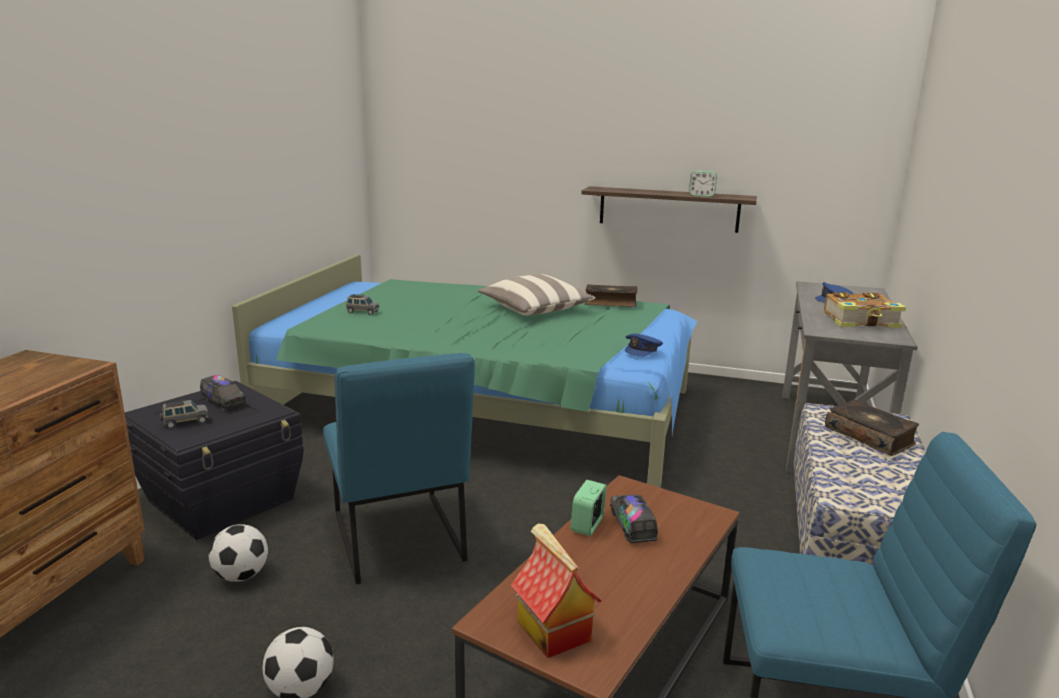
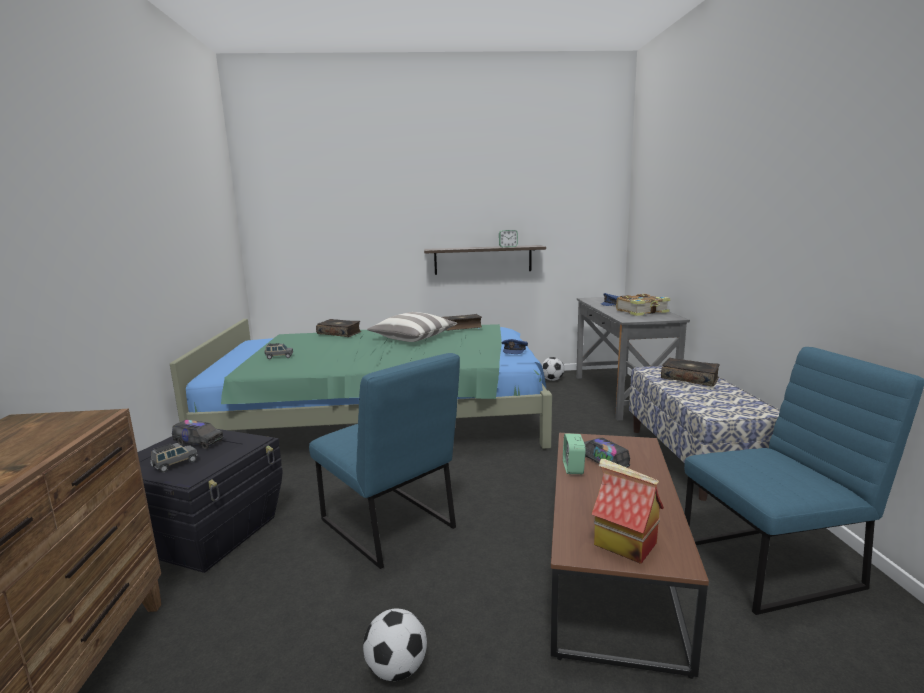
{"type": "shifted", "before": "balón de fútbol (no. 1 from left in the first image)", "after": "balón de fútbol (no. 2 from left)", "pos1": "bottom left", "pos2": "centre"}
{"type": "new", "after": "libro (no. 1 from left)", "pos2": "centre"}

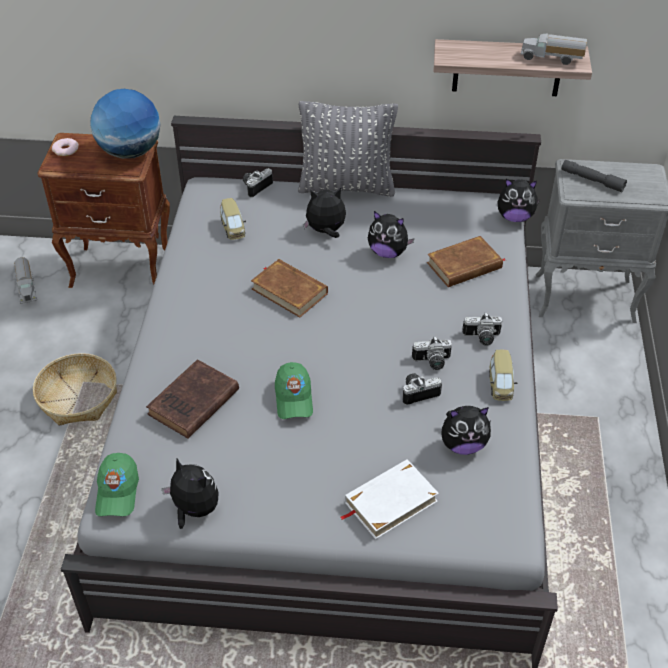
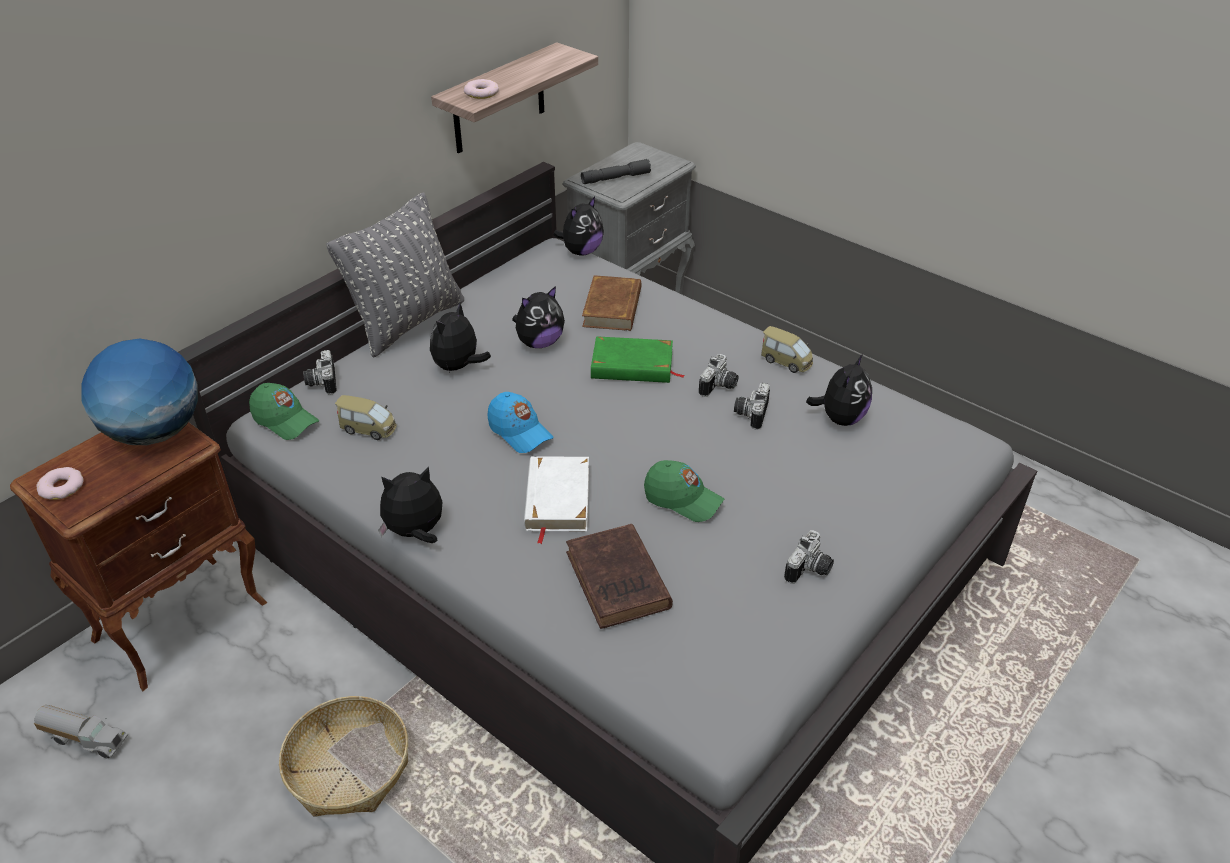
{"type": "shifted", "before": "gorra [verde] (no. 1 from left)", "pos1": "bottom left", "pos2": "middle left"}
{"type": "shifted", "before": "peluche (no. 1 from left)", "pos1": "bottom left", "pos2": "centre"}
{"type": "swapped", "before": "libro [marrón] (no. 2 from left)", "after": "gorra [azul]", "pos1": "centre", "pos2": "centre"}
{"type": "shifted", "before": "libro [blanco]", "pos1": "bottom centre", "pos2": "centre"}
{"type": "shifted", "before": "cámara (no. 4 from left)", "pos1": "middle right", "pos2": "centre"}
{"type": "gone", "before": "camión de juguete (no. 2 from left)", "pos1": "top right"}
{"type": "new", "after": "rosquilla (no. 2 from left)", "pos2": "top centre"}
{"type": "new", "after": "libro [verde]", "pos2": "centre"}

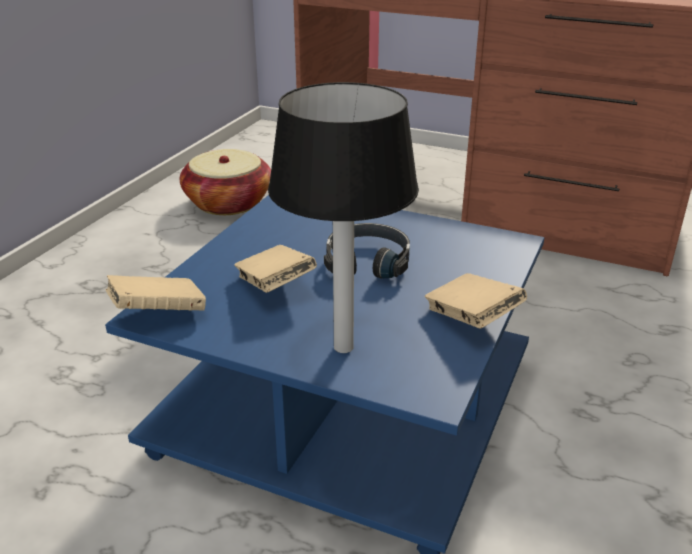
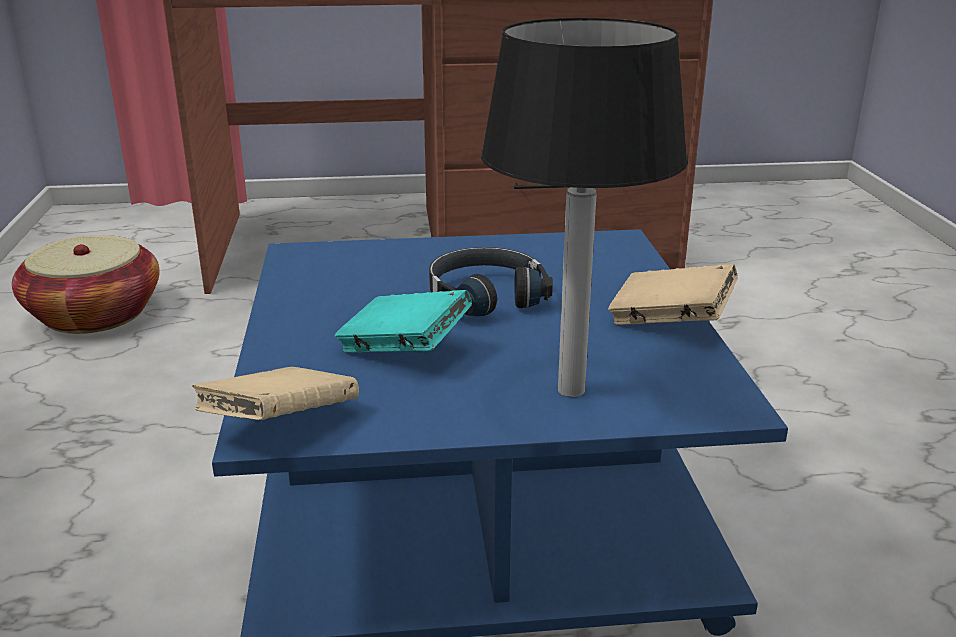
{"type": "repainted", "before": "libro [beis] (no. 2 from left)", "after": "libro [turquesa]", "pos1": "centre", "pos2": "centre"}

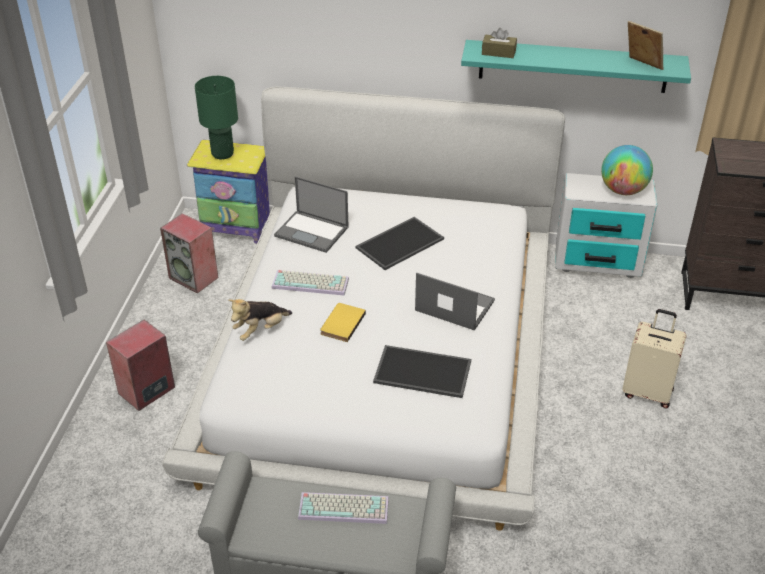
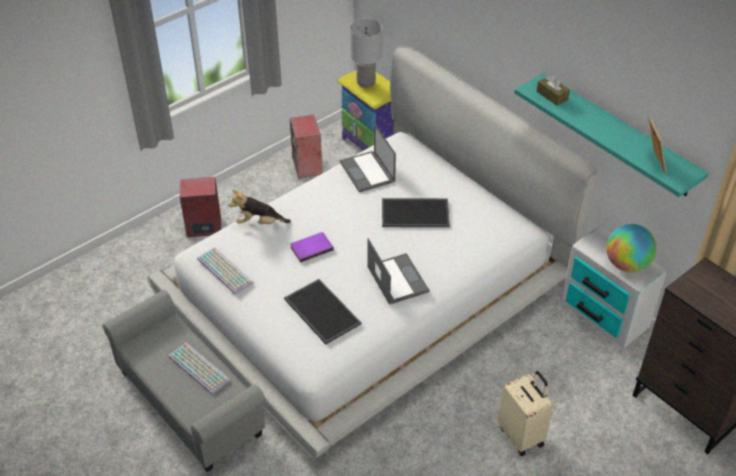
{"type": "repainted", "before": "lámpara de mesa [verde]", "after": "lámpara de mesa [gris]", "pos1": "top left", "pos2": "top centre"}
{"type": "shifted", "before": "teclado (no. 1 from left in the first image)", "after": "teclado (no. 2 from left)", "pos1": "centre", "pos2": "middle left"}
{"type": "repainted", "before": "libro [amarillo]", "after": "libro [morado]", "pos1": "centre", "pos2": "centre"}

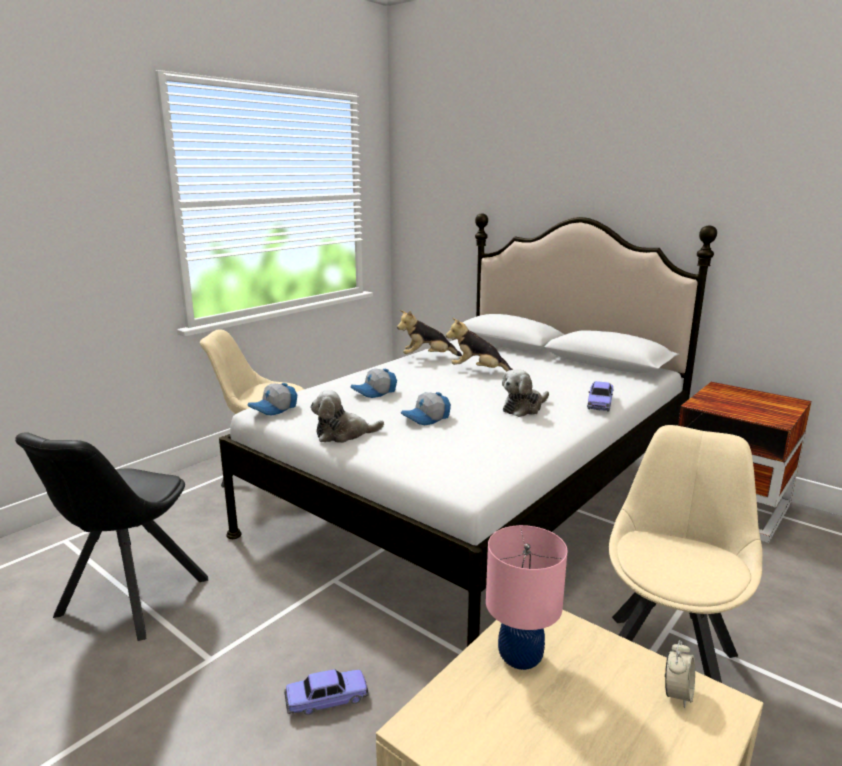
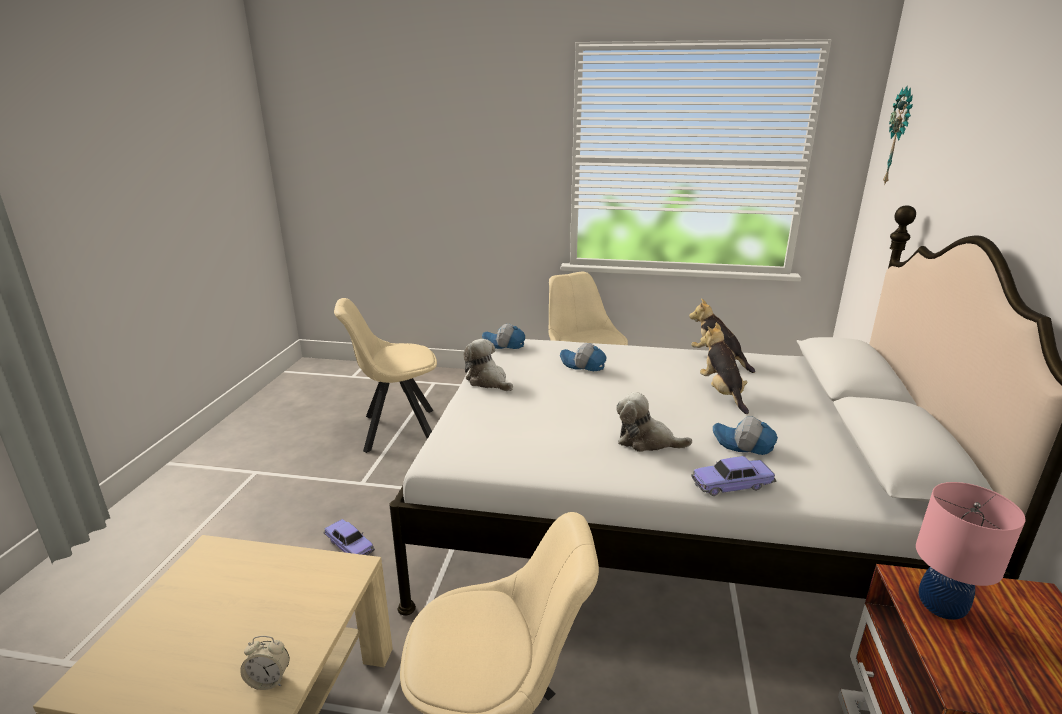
{"type": "repainted", "before": "silla [negro]", "after": "silla [beis] (no. 1 from left)", "pos1": "bottom left", "pos2": "centre"}
{"type": "shifted", "before": "gorra (no. 3 from left)", "pos1": "centre", "pos2": "middle right"}
{"type": "shifted", "before": "lámpara de mesa [rosa]", "pos1": "bottom centre", "pos2": "bottom right"}
{"type": "new", "after": "reloj de pared", "pos2": "top right"}

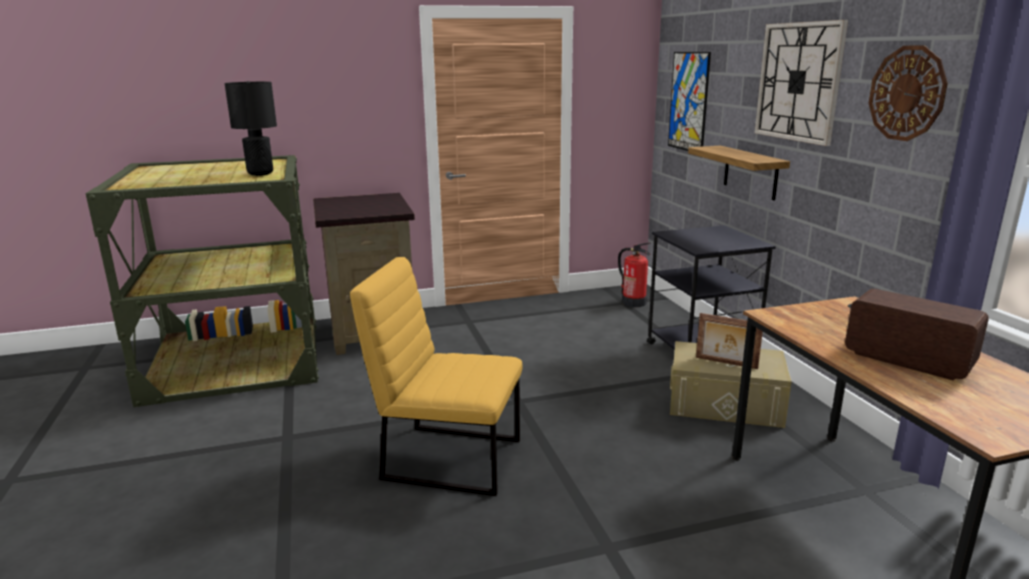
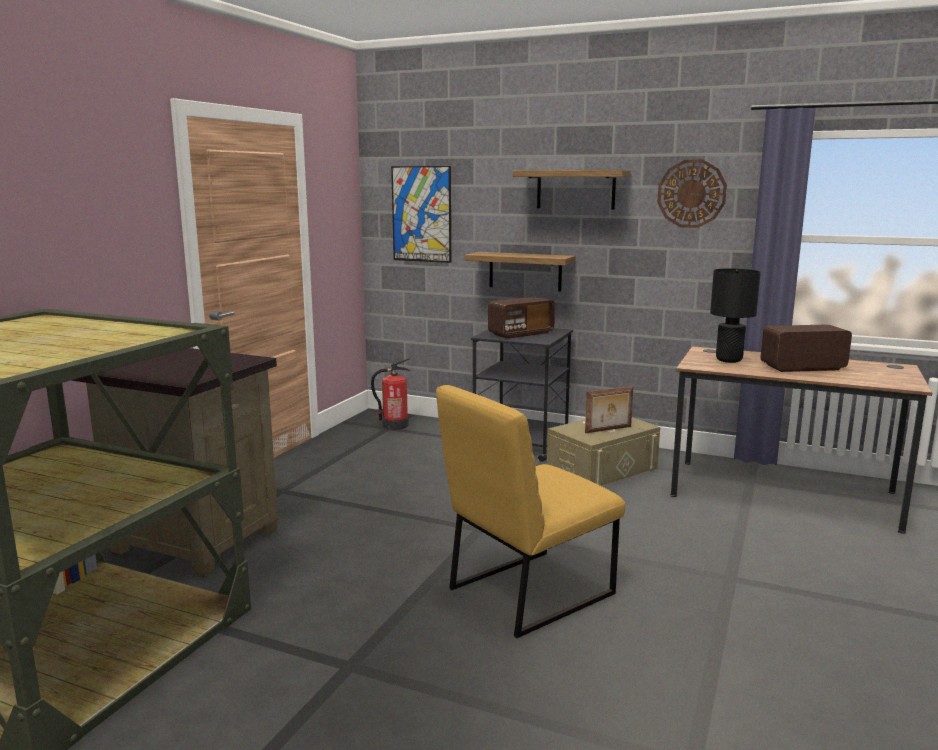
{"type": "shifted", "before": "lámpara de mesa [negro]", "pos1": "top left", "pos2": "middle right"}
{"type": "swapped", "before": "reloj de pared (no. 1 from left)", "after": "estante (no. 2 from left)", "pos1": "top right", "pos2": "top centre"}
{"type": "new", "after": "radio (no. 1 from left)", "pos2": "centre"}

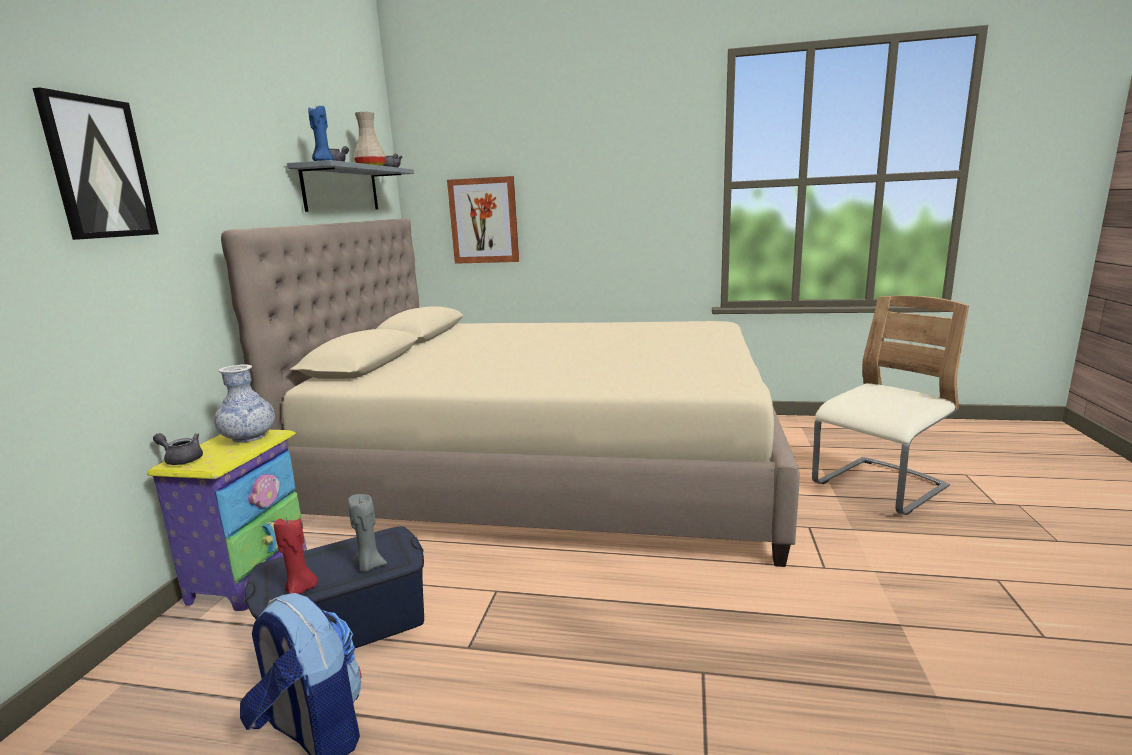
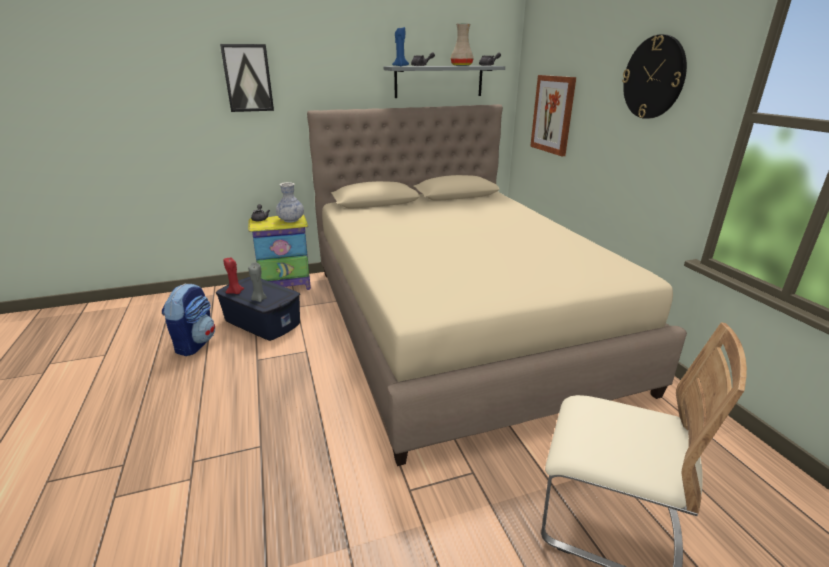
{"type": "new", "after": "reloj de pared", "pos2": "top right"}

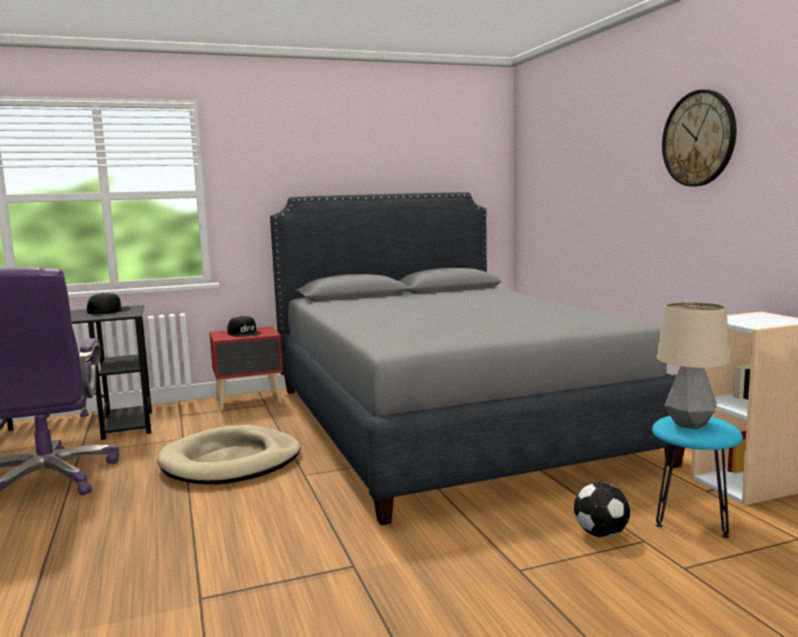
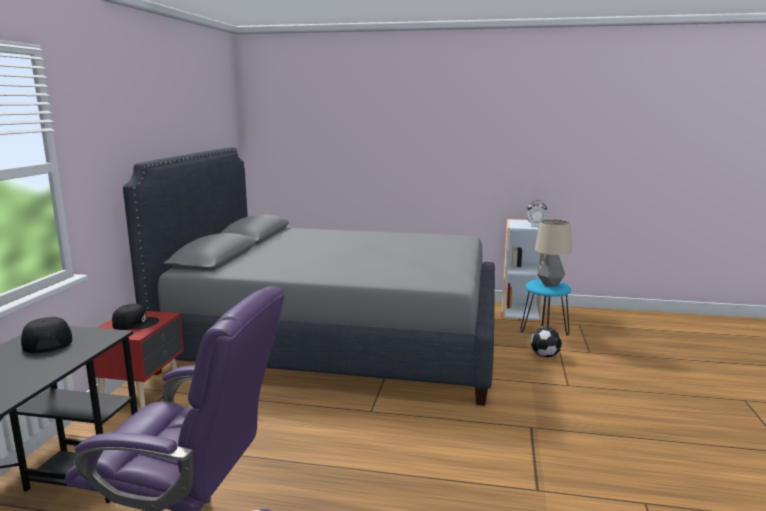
{"type": "gone", "before": "cama para perro [beis]", "pos1": "bottom left"}
{"type": "gone", "before": "reloj de pared", "pos1": "top right"}
{"type": "new", "after": "despertador", "pos2": "middle right"}

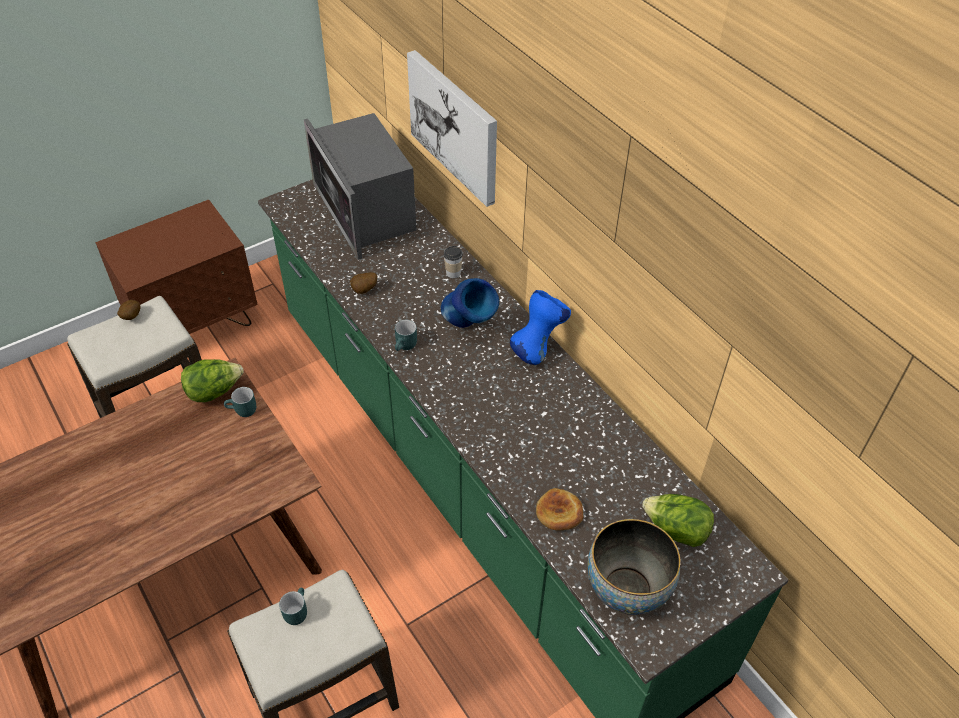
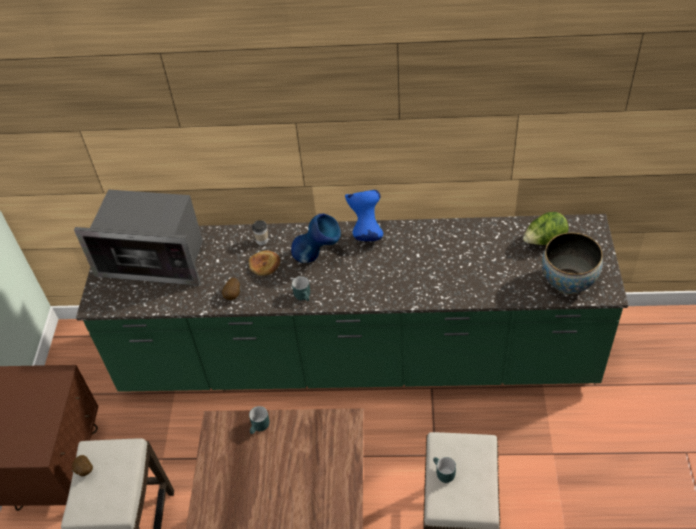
{"type": "gone", "before": "lechuga (no. 1 from left)", "pos1": "middle left"}
{"type": "gone", "before": "cuadro", "pos1": "top centre"}
{"type": "shifted", "before": "pan", "pos1": "bottom centre", "pos2": "centre"}

